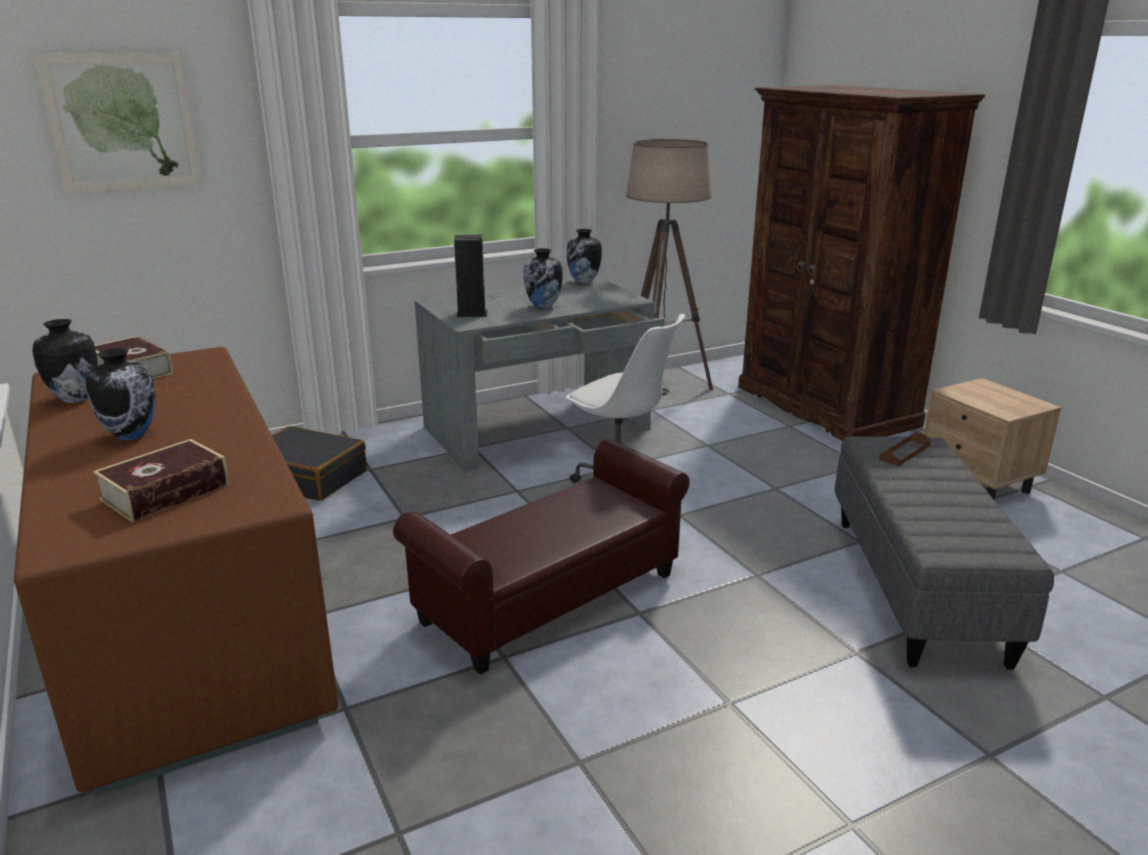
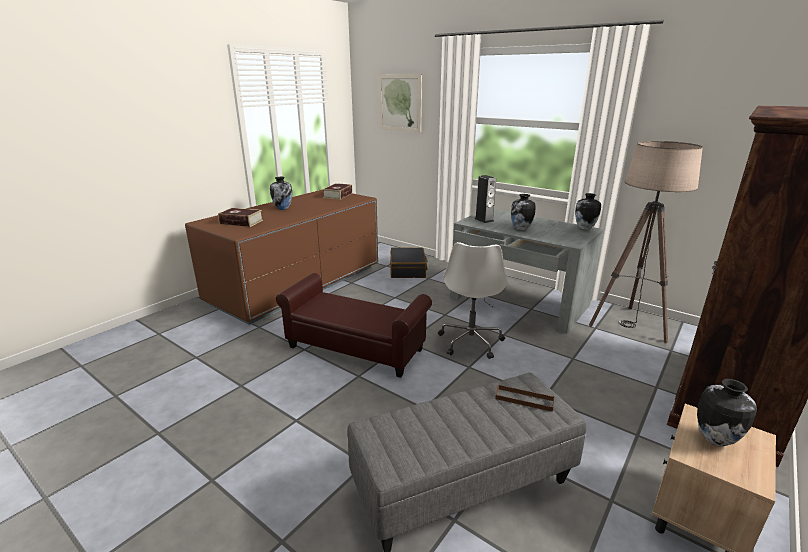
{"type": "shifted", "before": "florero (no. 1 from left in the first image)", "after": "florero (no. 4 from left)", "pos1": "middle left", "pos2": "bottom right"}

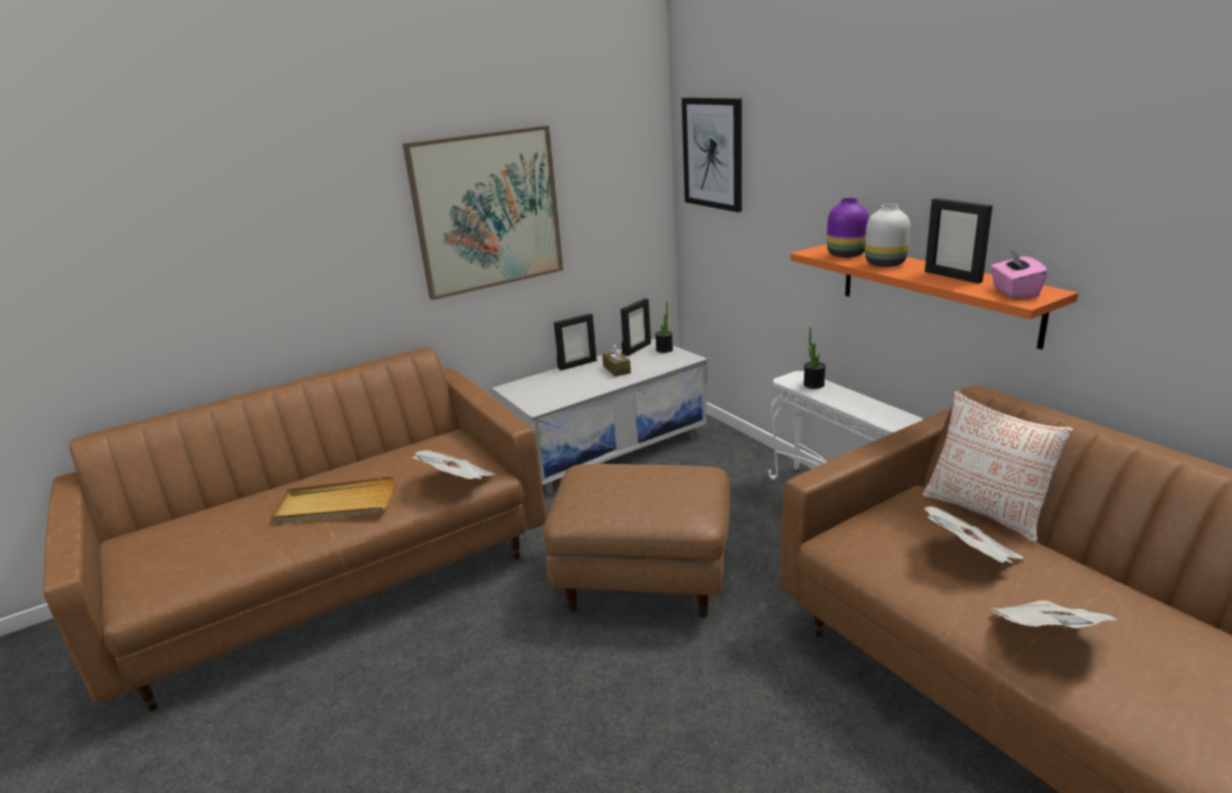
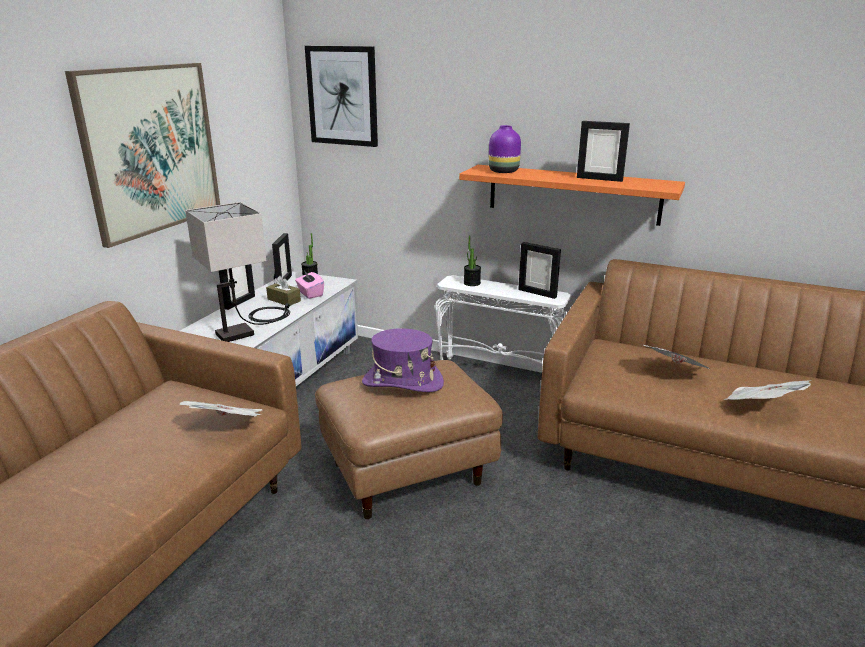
{"type": "gone", "before": "bandeja [beis]", "pos1": "middle left"}
{"type": "gone", "before": "florero [blanco]", "pos1": "top right"}
{"type": "gone", "before": "cojín [blanco]", "pos1": "middle right"}
{"type": "shifted", "before": "caja de pañuelos [rosa]", "pos1": "middle right", "pos2": "centre"}
{"type": "new", "after": "lámpara de mesa", "pos2": "middle left"}
{"type": "new", "after": "sombrero [morado]", "pos2": "centre"}
{"type": "new", "after": "portarretratos (no. 3 from left)", "pos2": "centre"}

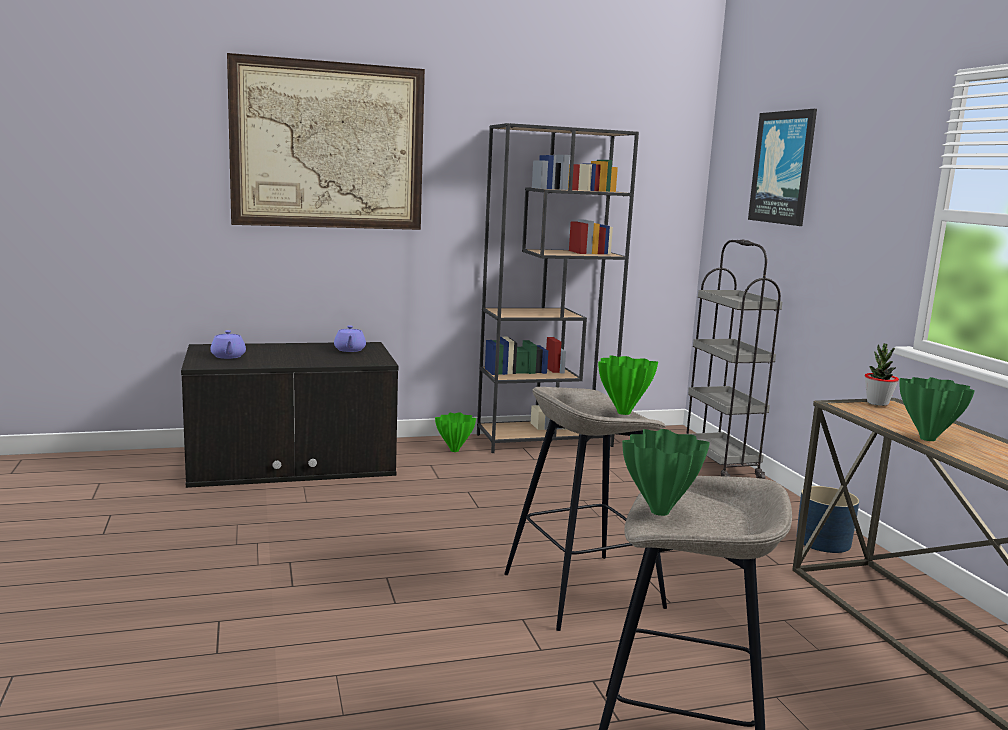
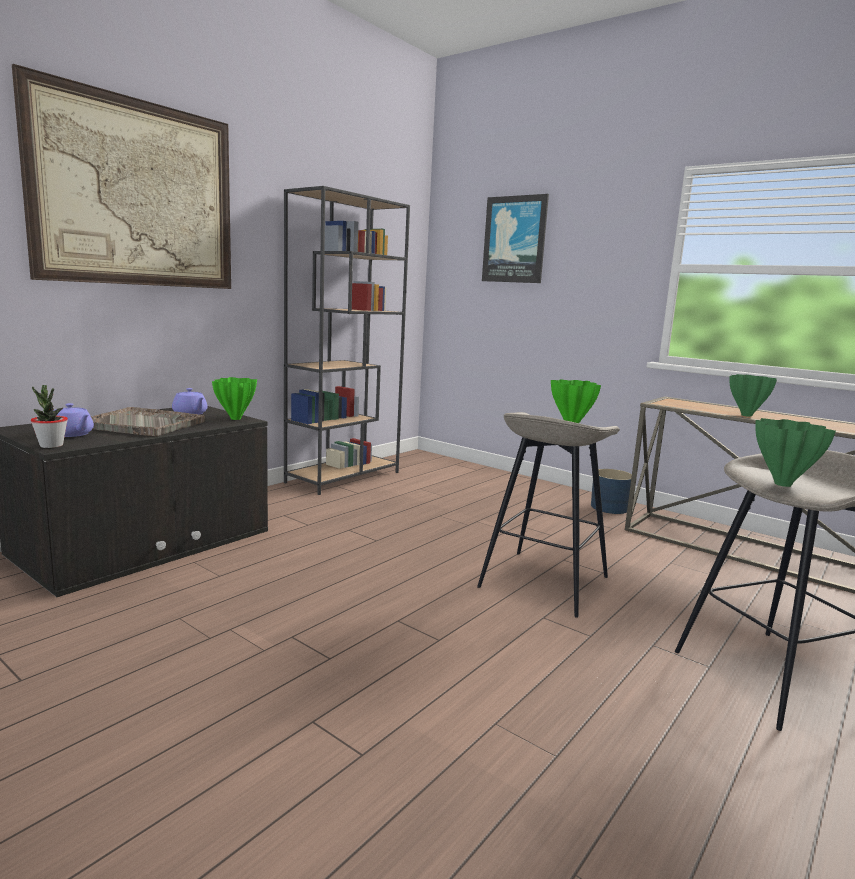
{"type": "shifted", "before": "florero [verde] (no. 1 from left)", "pos1": "centre", "pos2": "middle left"}
{"type": "gone", "before": "carrito [gris]", "pos1": "middle right"}
{"type": "shifted", "before": "planta en maceta", "pos1": "middle right", "pos2": "middle left"}
{"type": "new", "after": "bandeja [gris]", "pos2": "middle left"}

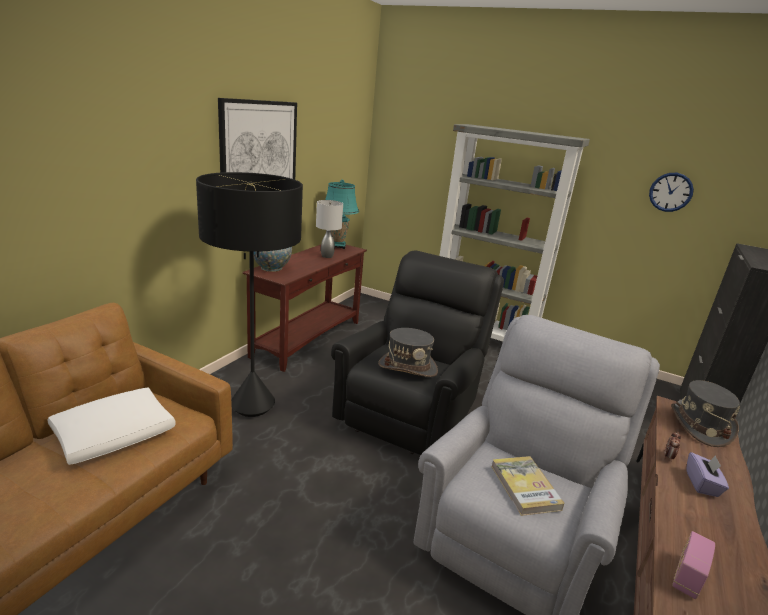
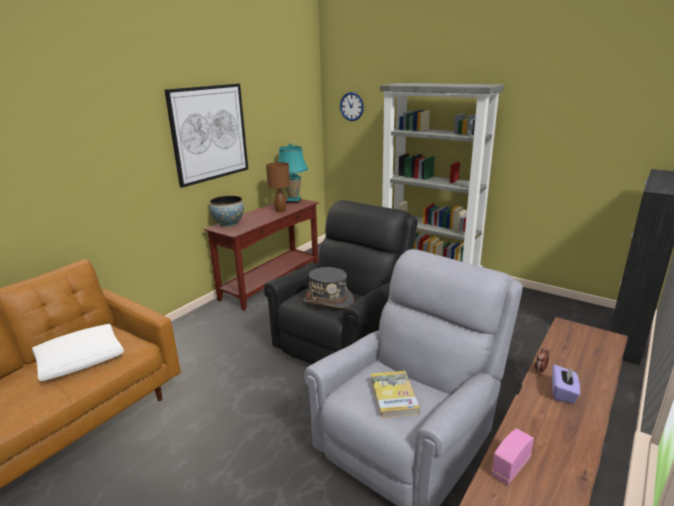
{"type": "gone", "before": "lámpara de pie [negro]", "pos1": "middle left"}
{"type": "repainted", "before": "lámpara de mesa [gris]", "after": "lámpara de mesa [marrón]", "pos1": "centre", "pos2": "centre"}
{"type": "shifted", "before": "reloj de pared", "pos1": "top right", "pos2": "top centre"}
{"type": "gone", "before": "sombrero [gris] (no. 2 from left)", "pos1": "bottom right"}

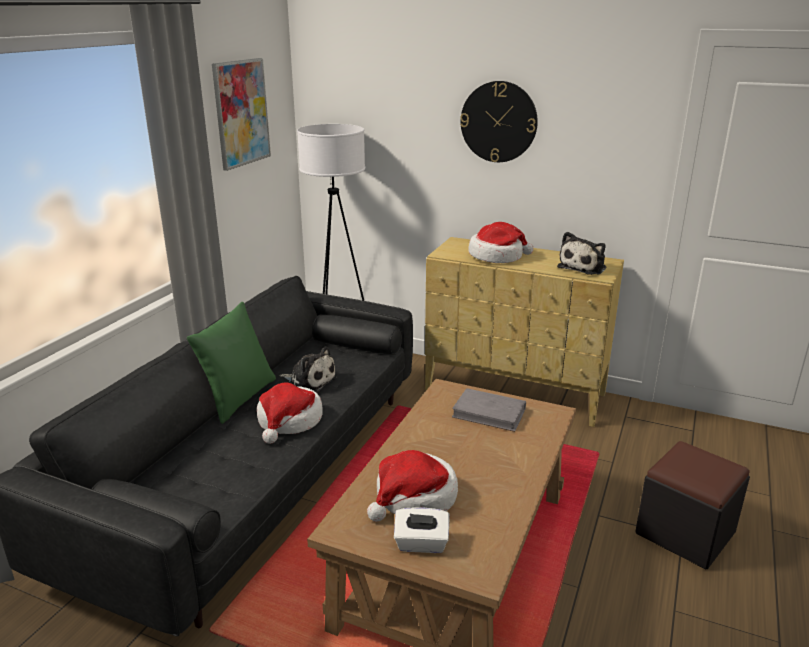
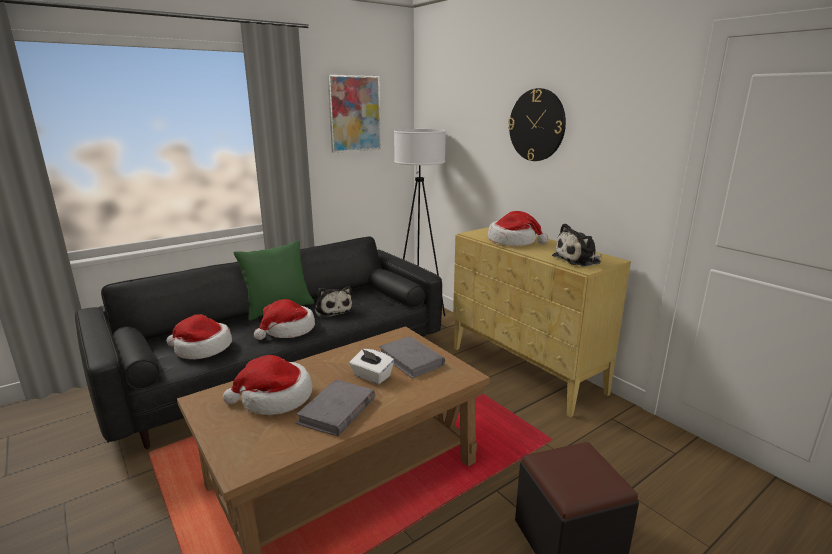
{"type": "shifted", "before": "caja de pañuelos [blanco]", "pos1": "bottom centre", "pos2": "centre"}
{"type": "new", "after": "sombrero (no. 1 from left)", "pos2": "middle left"}
{"type": "new", "after": "libro [gris] (no. 1 from left)", "pos2": "bottom centre"}

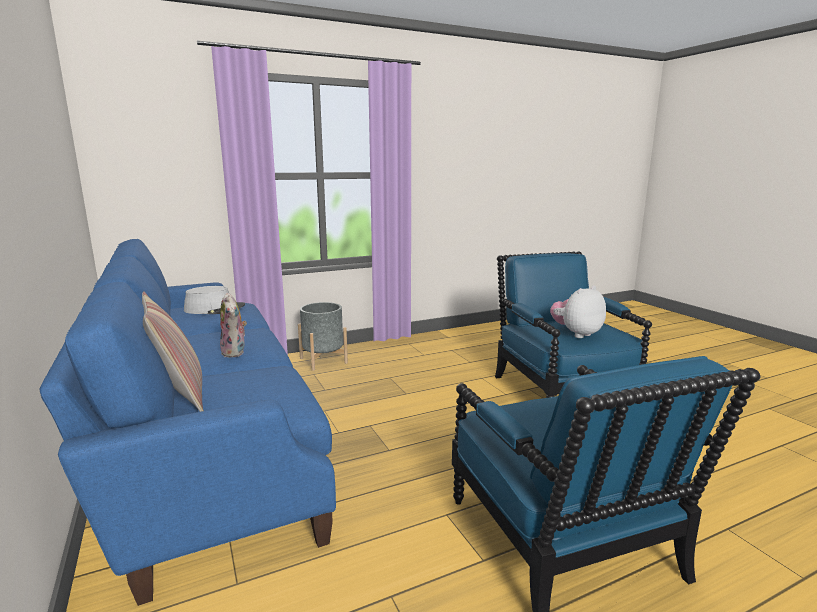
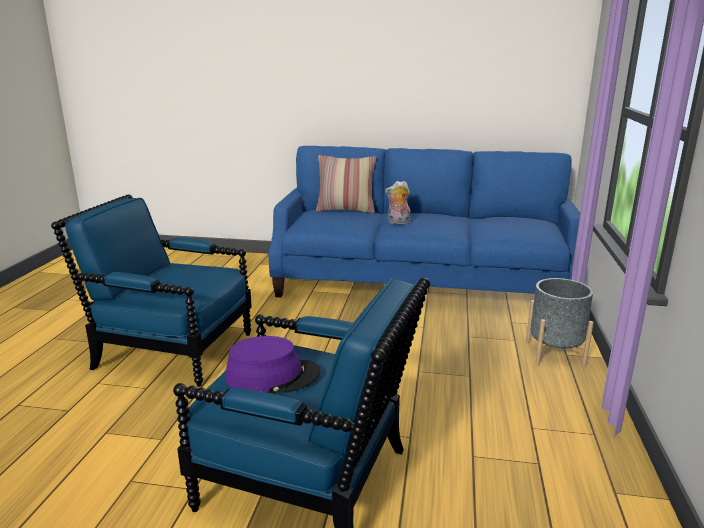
{"type": "gone", "before": "sombrero [gris]", "pos1": "middle left"}
{"type": "swapped", "before": "peluche (no. 2 from left)", "after": "sombrero [morado]", "pos1": "middle right", "pos2": "bottom centre"}

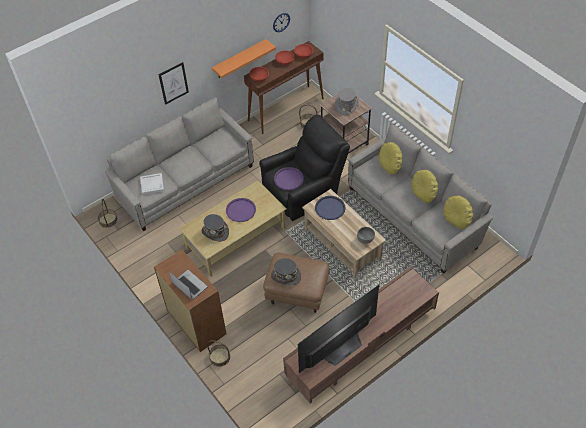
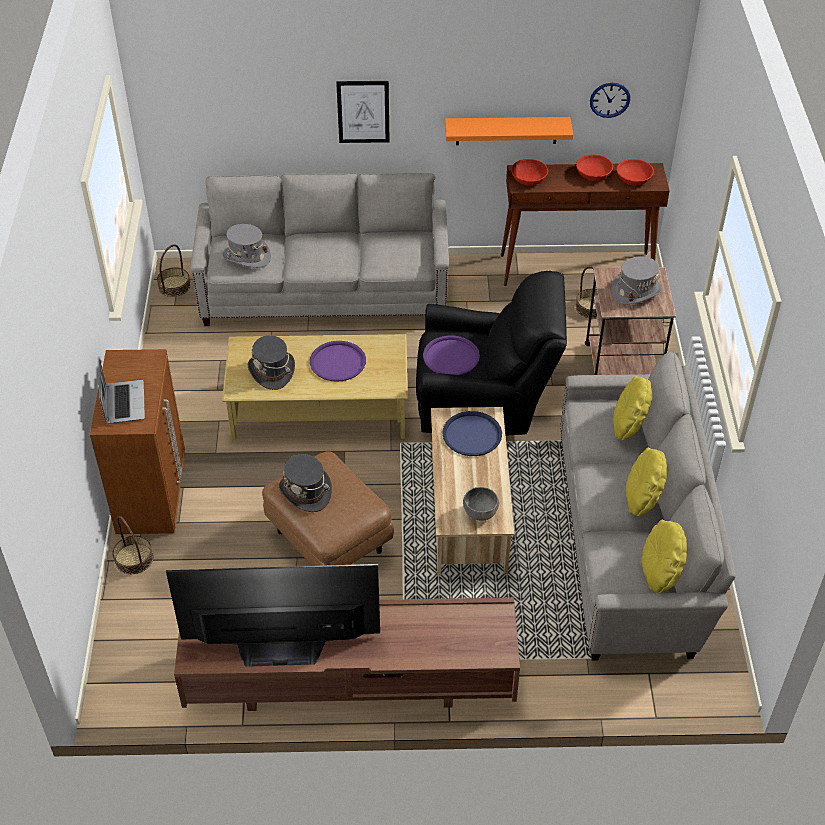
{"type": "swapped", "before": "bandeja [blanco]", "after": "sombrero [gris] (no. 1 from left)", "pos1": "middle left", "pos2": "top left"}

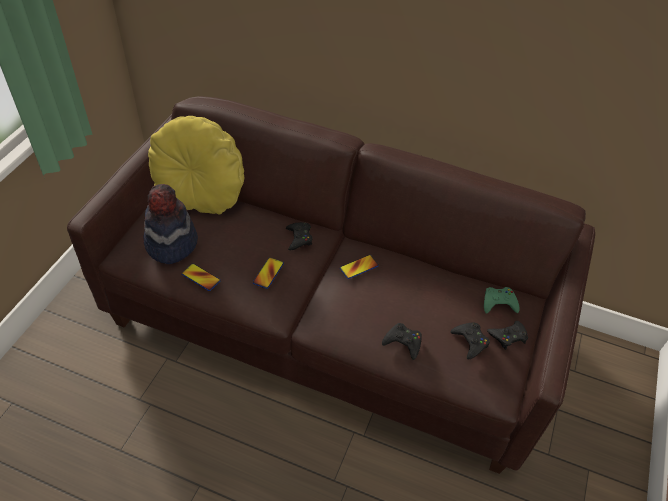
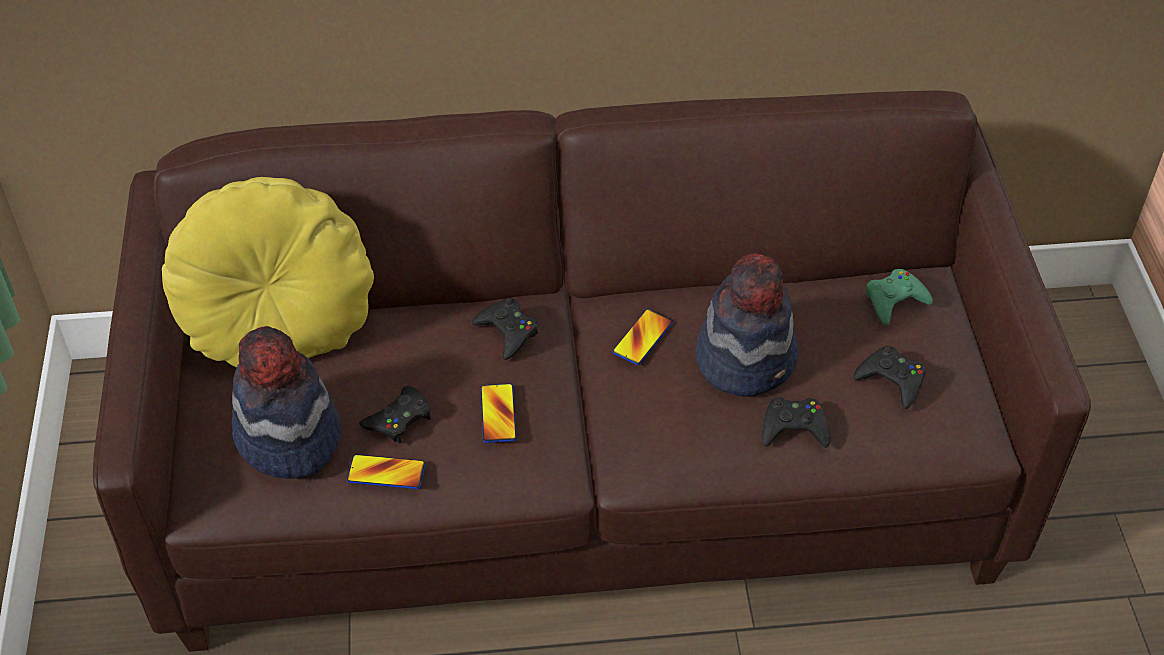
{"type": "shifted", "before": "mando de consola [negro] (no. 4 from left in the first image)", "after": "mando de consola [negro] (no. 1 from left)", "pos1": "bottom right", "pos2": "centre"}
{"type": "new", "after": "sombrero (no. 2 from left)", "pos2": "centre"}

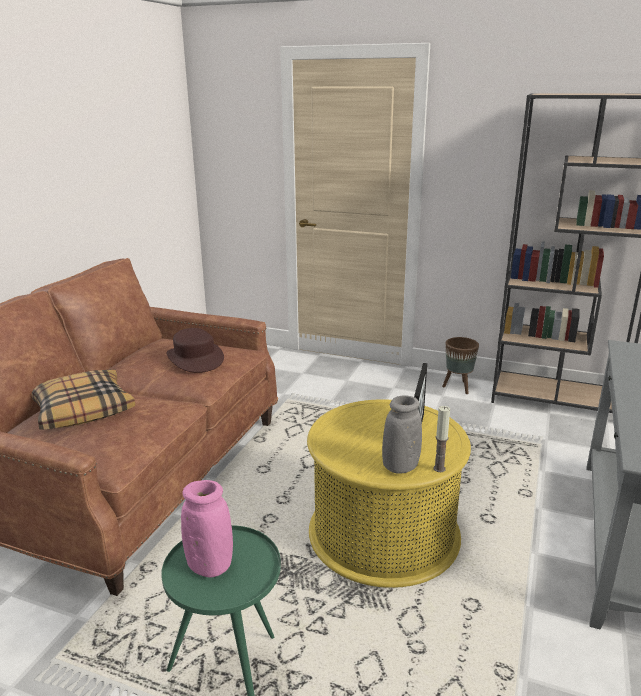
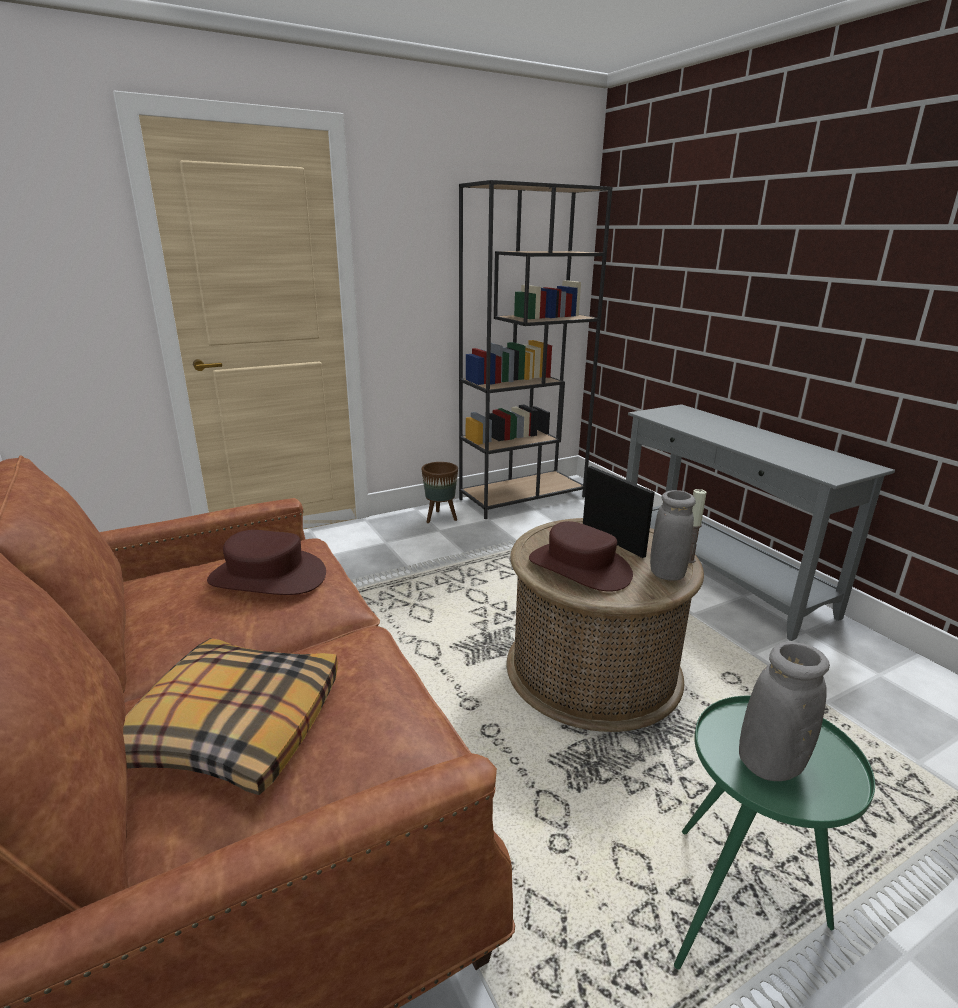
{"type": "repainted", "before": "florero [rosa]", "after": "florero [gris] (no. 2 from left)", "pos1": "bottom left", "pos2": "bottom right"}
{"type": "repainted", "before": "mesa de centro [amarillo]", "after": "mesa de centro [marrón]", "pos1": "bottom centre", "pos2": "centre"}
{"type": "new", "after": "sombrero [marrón] (no. 2 from left)", "pos2": "centre"}

